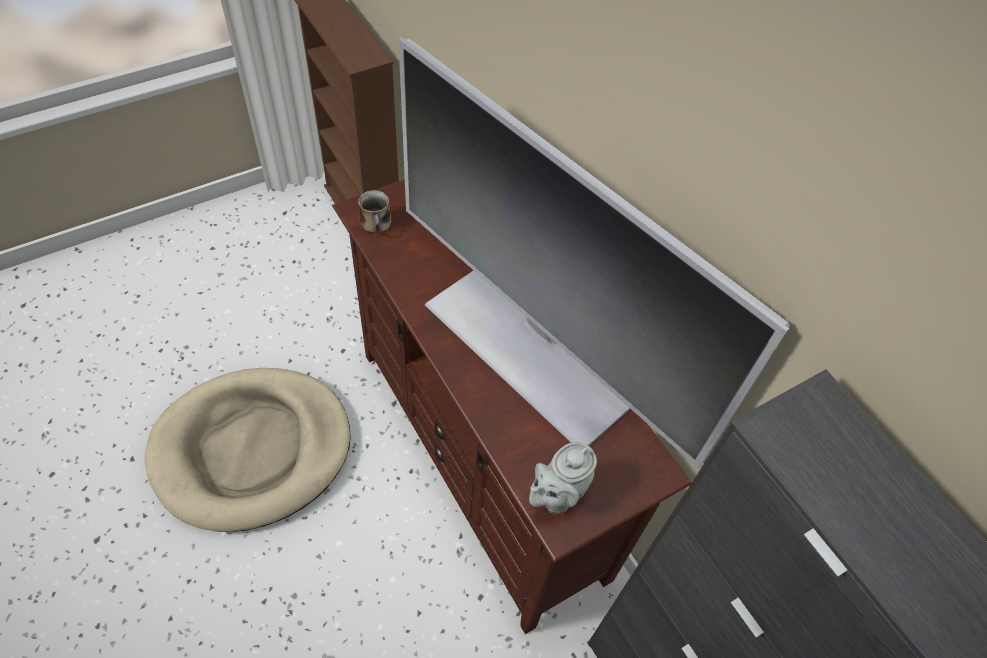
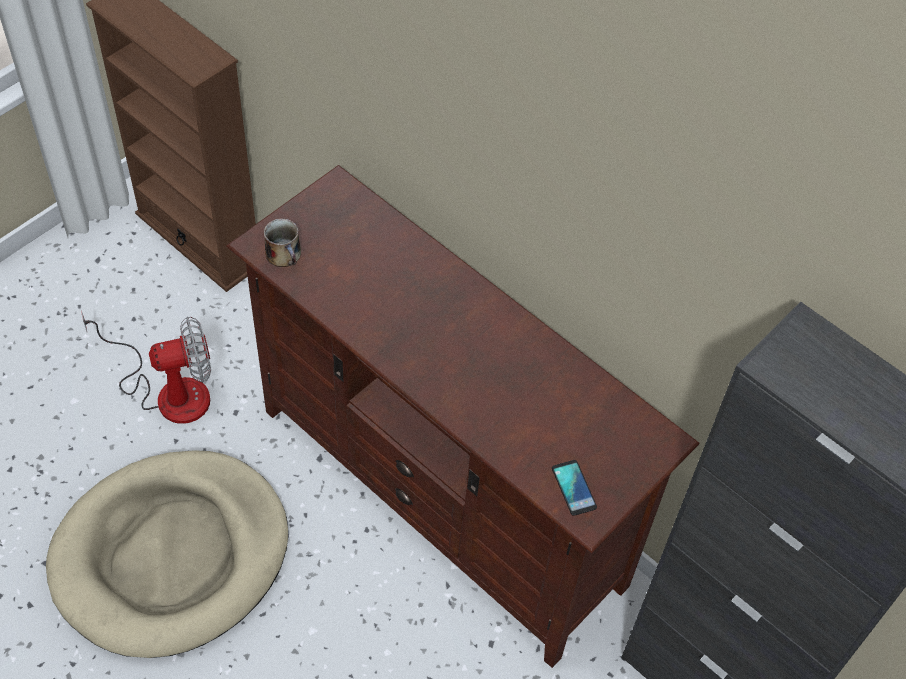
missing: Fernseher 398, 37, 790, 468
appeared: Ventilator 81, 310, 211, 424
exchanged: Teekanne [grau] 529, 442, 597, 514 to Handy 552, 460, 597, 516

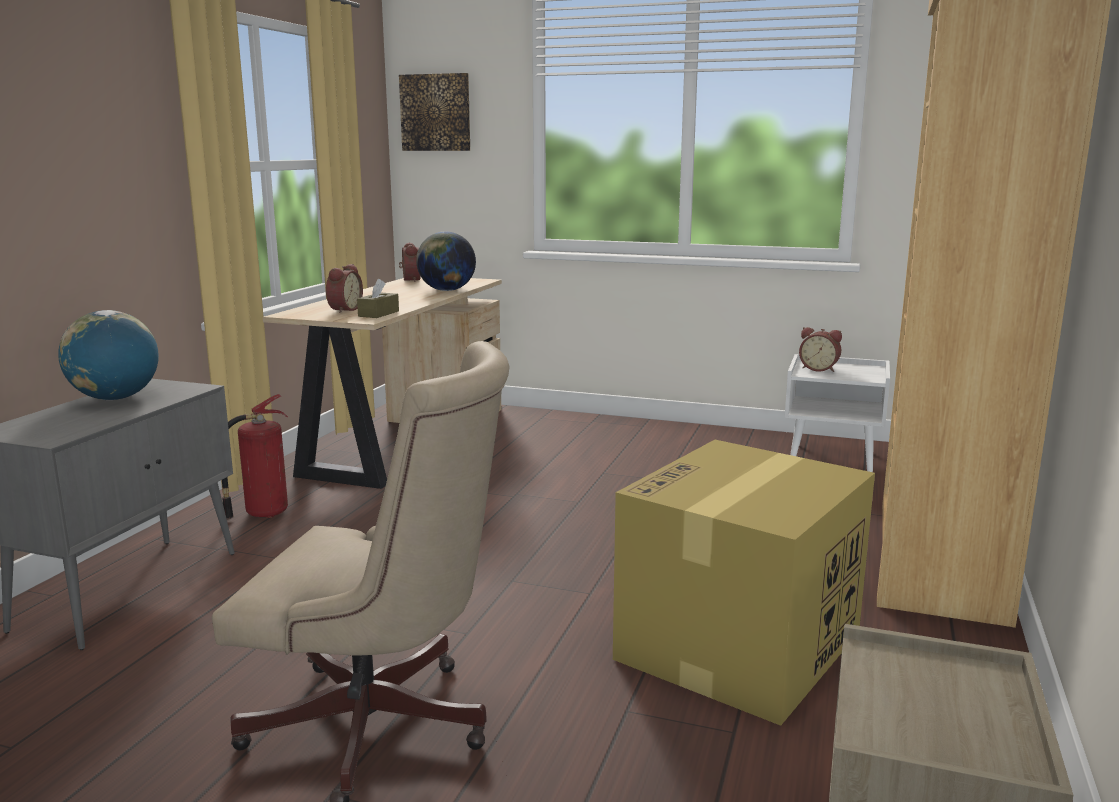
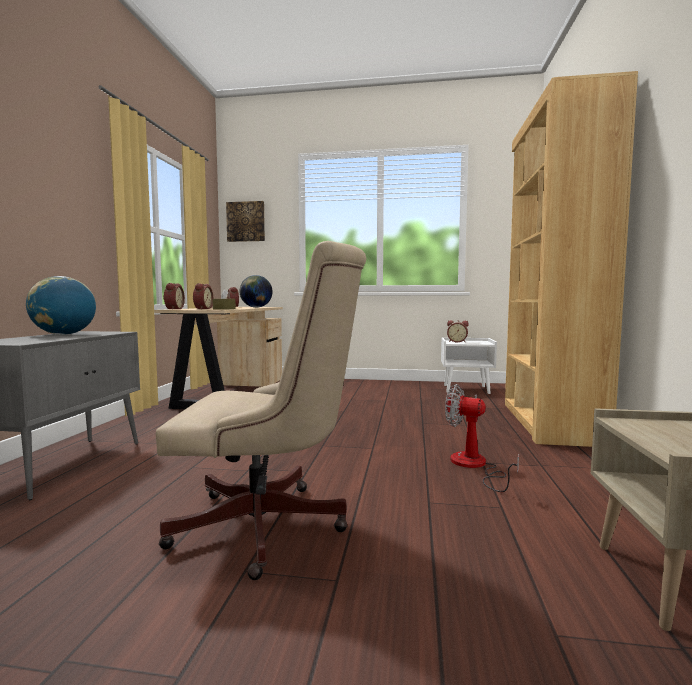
missing: Feuerlöscher 222, 394, 288, 519
appeared: Wecker 163, 283, 185, 310
exchanged: Karton 613, 440, 875, 726 to Ventilator 445, 384, 519, 492

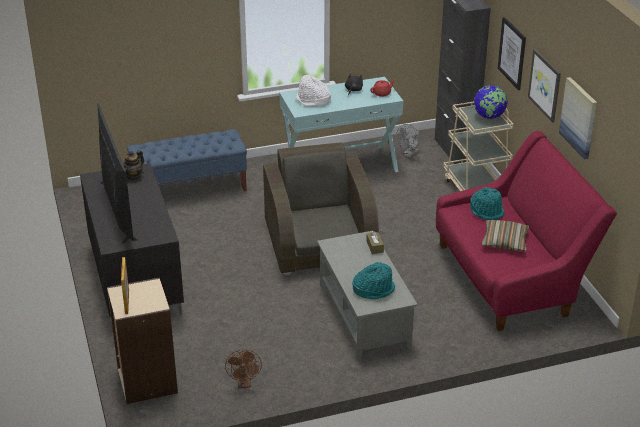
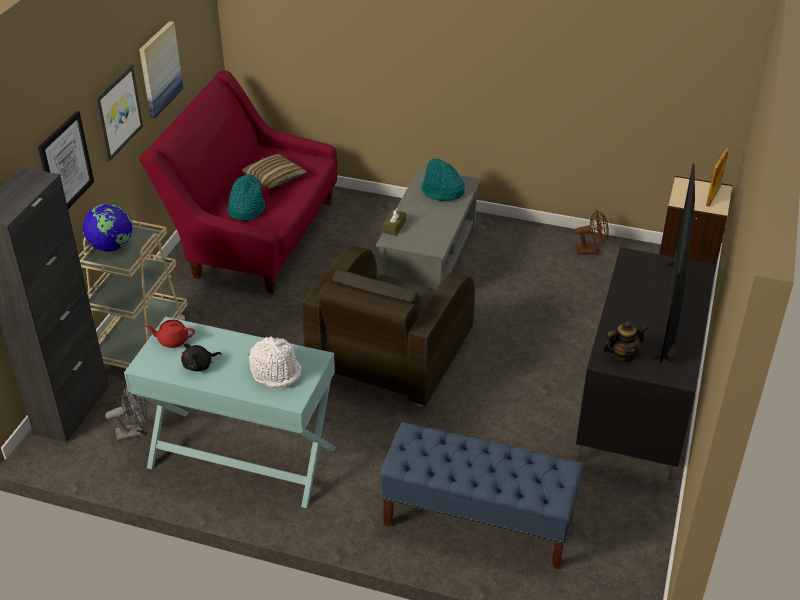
spun: Ventilator [braun] 225, 349, 262, 388 = 575, 210, 609, 255 60 degrees clockwise

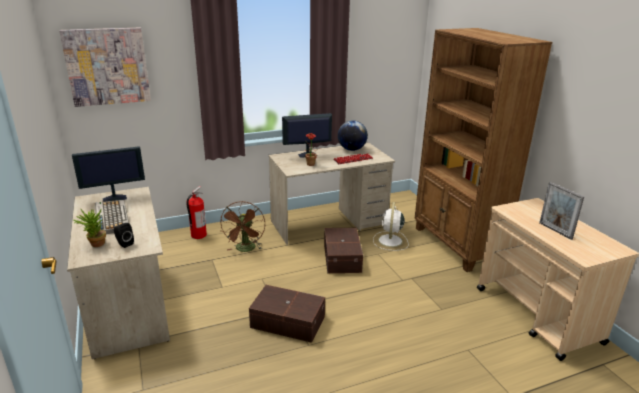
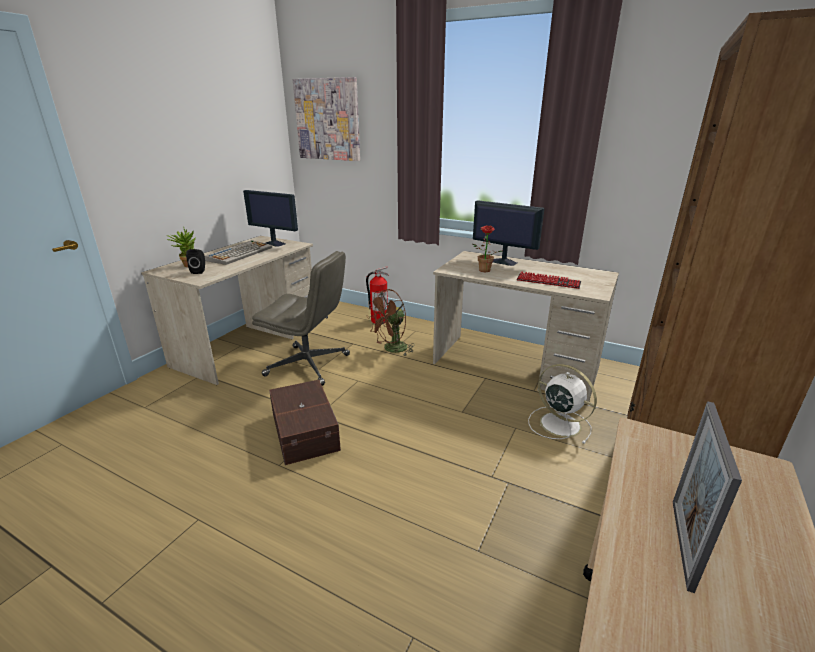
missing: Aufbewahrungsbox [braun] 324, 228, 363, 273; Globus 338, 120, 368, 151
appeared: Bürostuhl [grau] 252, 251, 350, 386
spun: Ventilator [weiß] 373, 202, 409, 251 = 528, 364, 597, 444 75 degrees clockwise

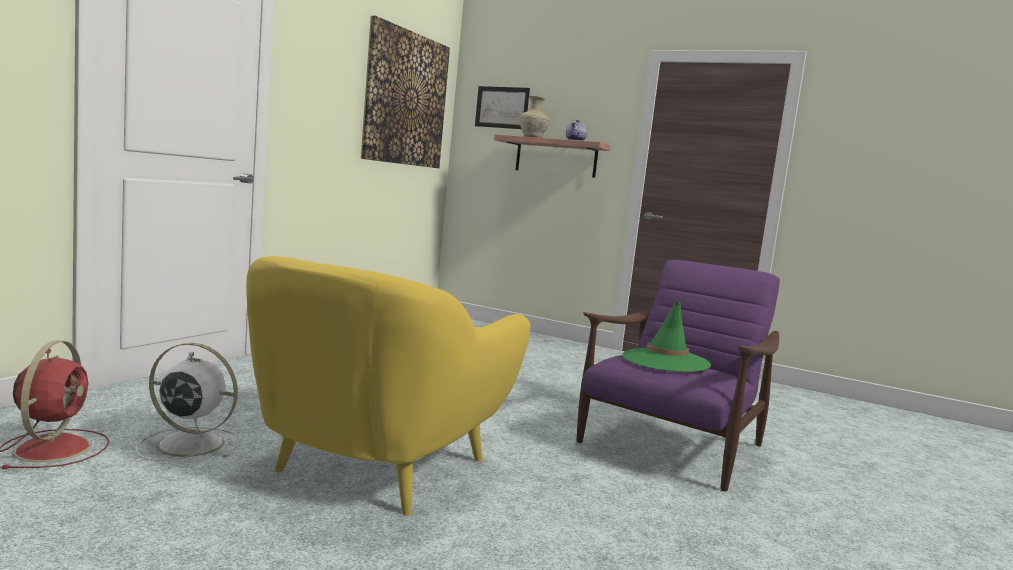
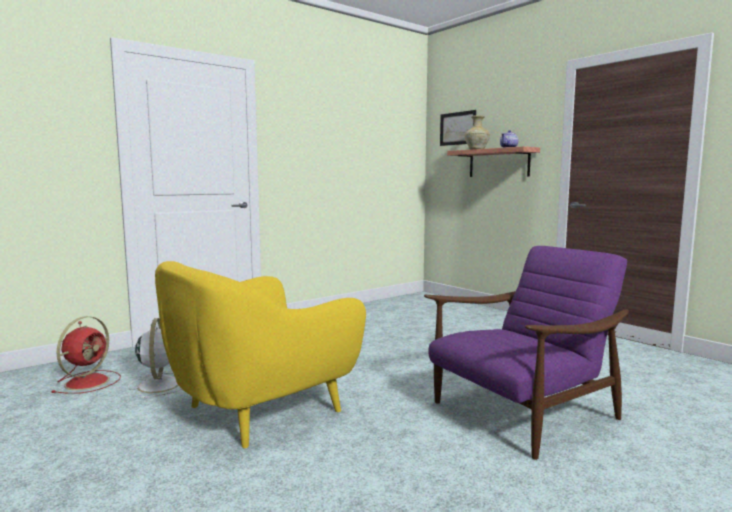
missing: Bild 361, 16, 450, 168; Hut [grün] 623, 300, 711, 372
spun: Ventilator [weiß] 136, 343, 240, 461 = 128, 318, 182, 399 45 degrees clockwise

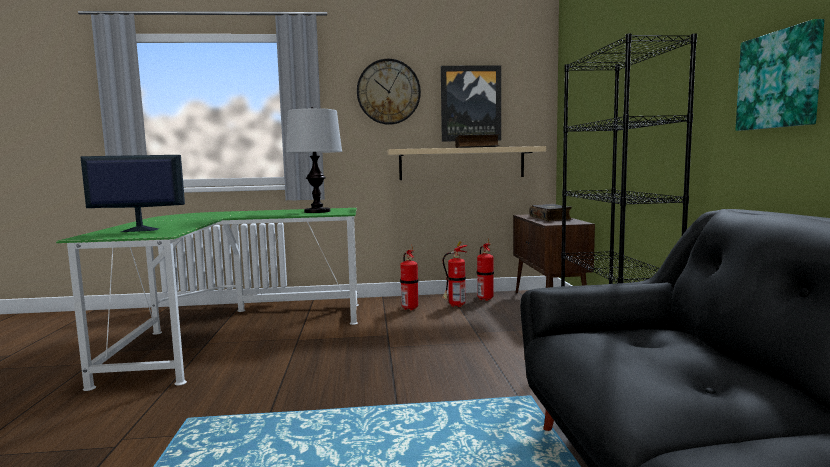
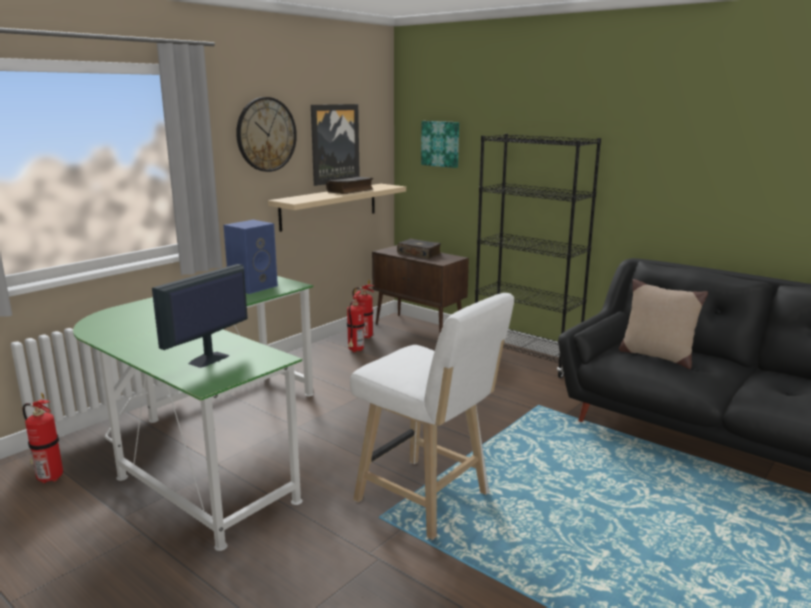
appeared: Hocker [weiß] 350, 293, 514, 540; Kissen [beige] 619, 279, 708, 369
relocated: Feuerlöscher 400, 244, 419, 310 to 22, 393, 63, 483; Bild 736, 19, 824, 131 to 421, 121, 459, 168
exchanged: Tischlampe 286, 107, 342, 213 to Lautsprecher [blau] 223, 220, 278, 294

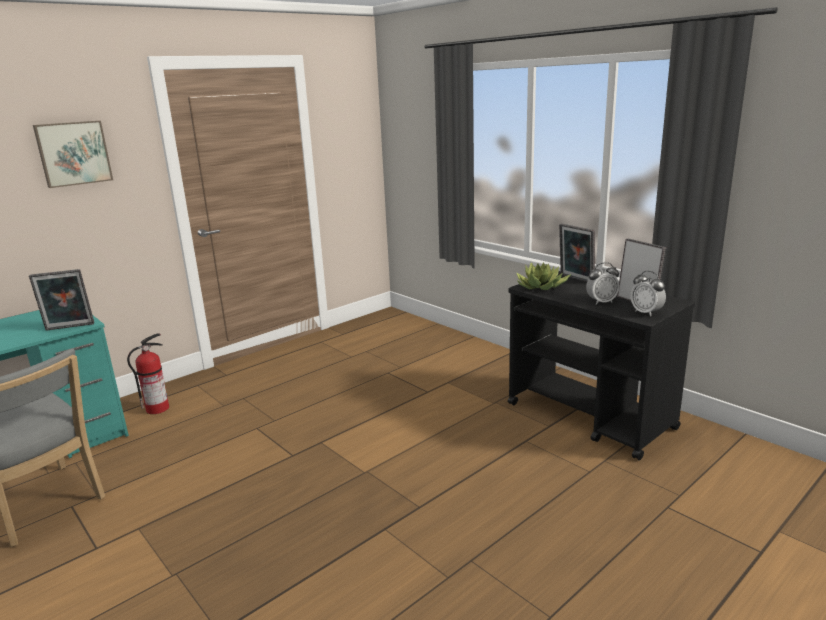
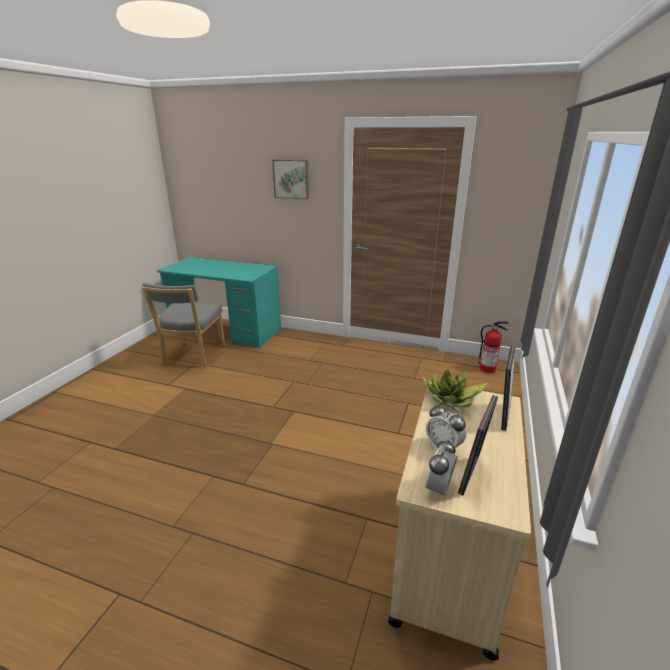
missing: Bilderrahmen 29, 269, 94, 331
relocated: Feuerlöscher 127, 333, 169, 414 to 478, 321, 509, 373
colour: Rollwagen [schwarz] 508, 271, 695, 460 to Rollwagen [beige] 388, 388, 531, 660

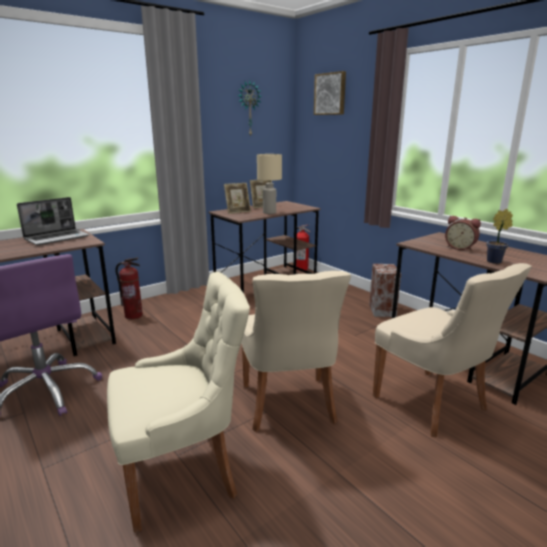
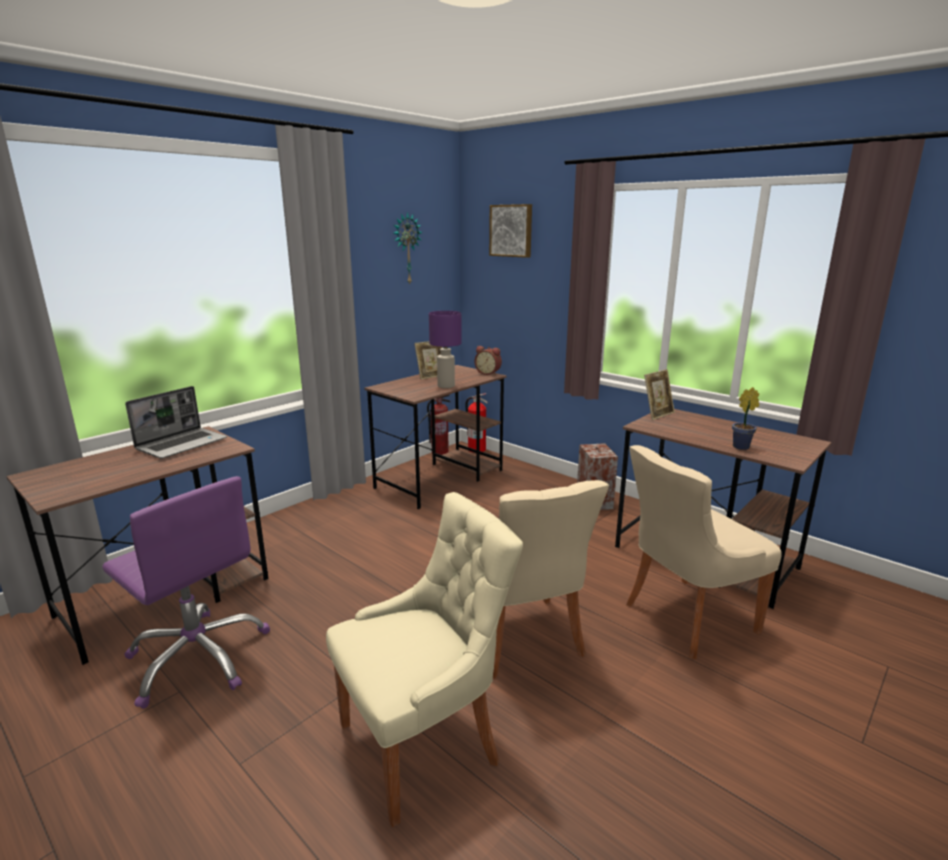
relocated: Feuerlöscher 116, 257, 143, 320 to 427, 394, 451, 455; Bilderrahmen 224, 183, 251, 214 to 644, 369, 675, 420; Wecker 445, 216, 481, 251 to 475, 346, 502, 375
colour: Tischlampe [beige] 257, 154, 282, 214 to Tischlampe [lila] 429, 311, 462, 388
spun: Stuhl [beige] 373, 263, 532, 437 = 626, 445, 782, 659 105 degrees clockwise

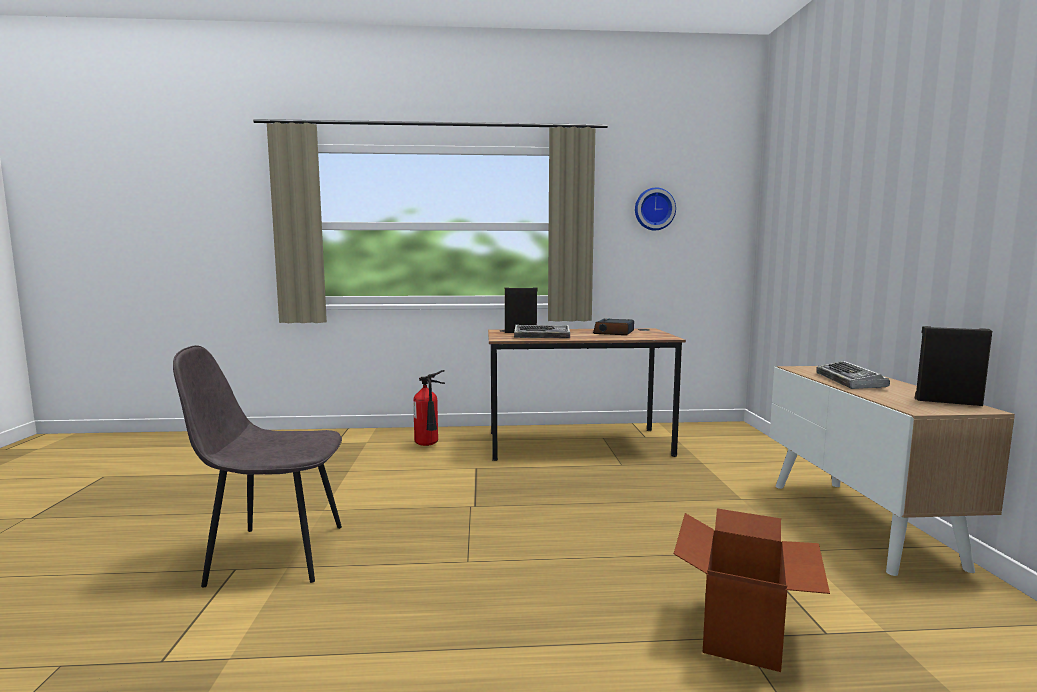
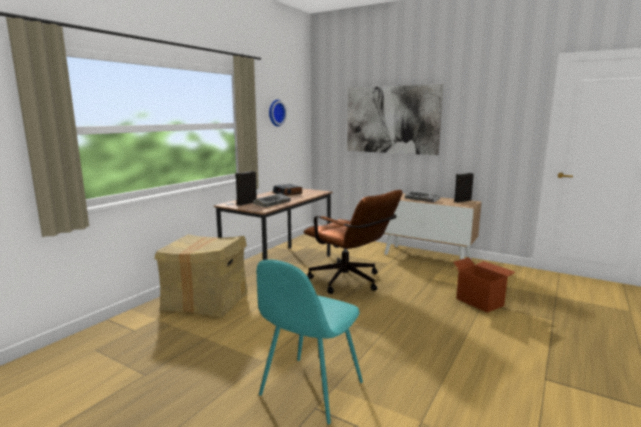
appeared: Bürostuhl [braun] 304, 190, 403, 294; Bild 347, 84, 443, 155
exchanged: Feuerlöscher 413, 370, 445, 446 to Karton 155, 234, 248, 318
colour: Stuhl [grau] 173, 345, 342, 587 to Stuhl [türkis] 257, 259, 363, 425

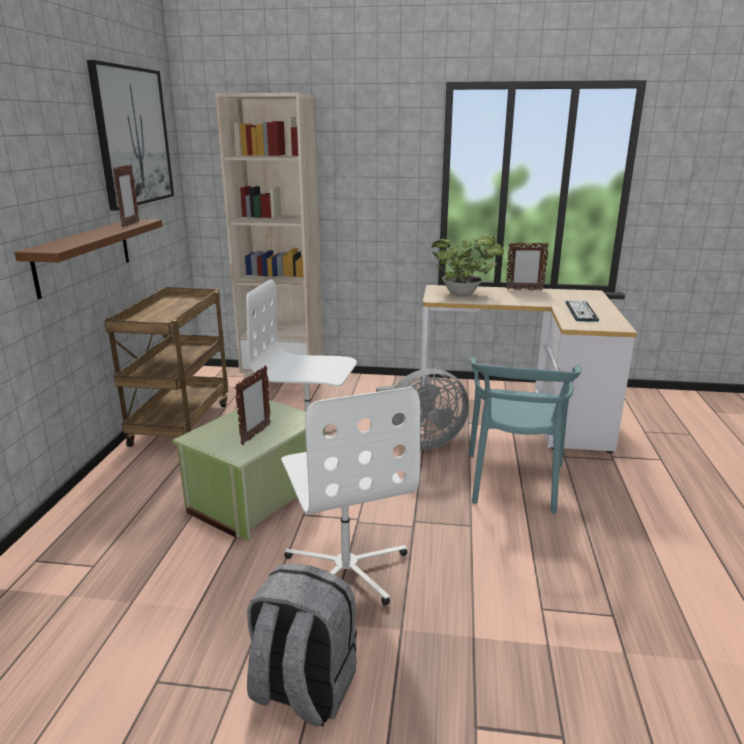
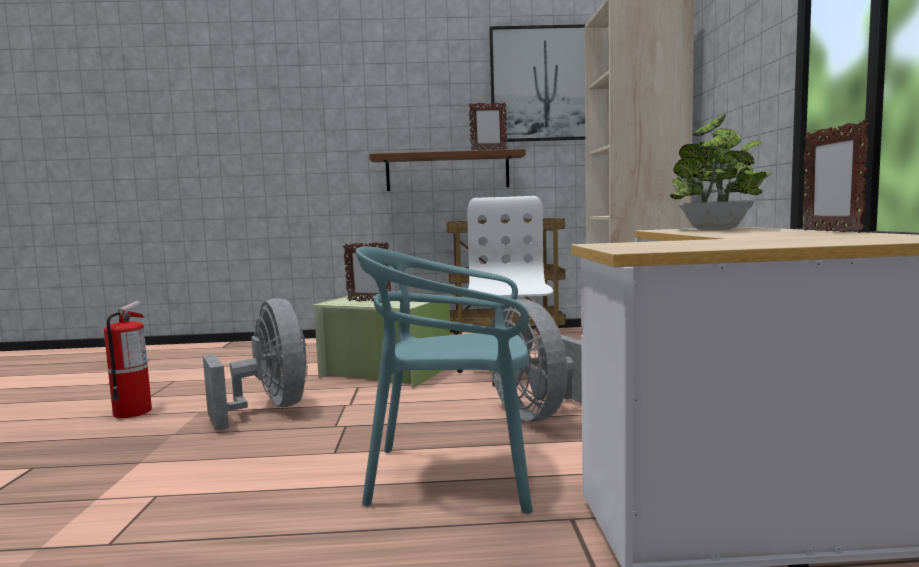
missing: Tastatur 565, 300, 599, 322
exchanged: Rucksack [grau] 247, 563, 357, 727 to Feuerlöscher 104, 301, 152, 418; Bürostuhl [weiß] 281, 387, 420, 606 to Ventilator [grau] 203, 298, 308, 431

